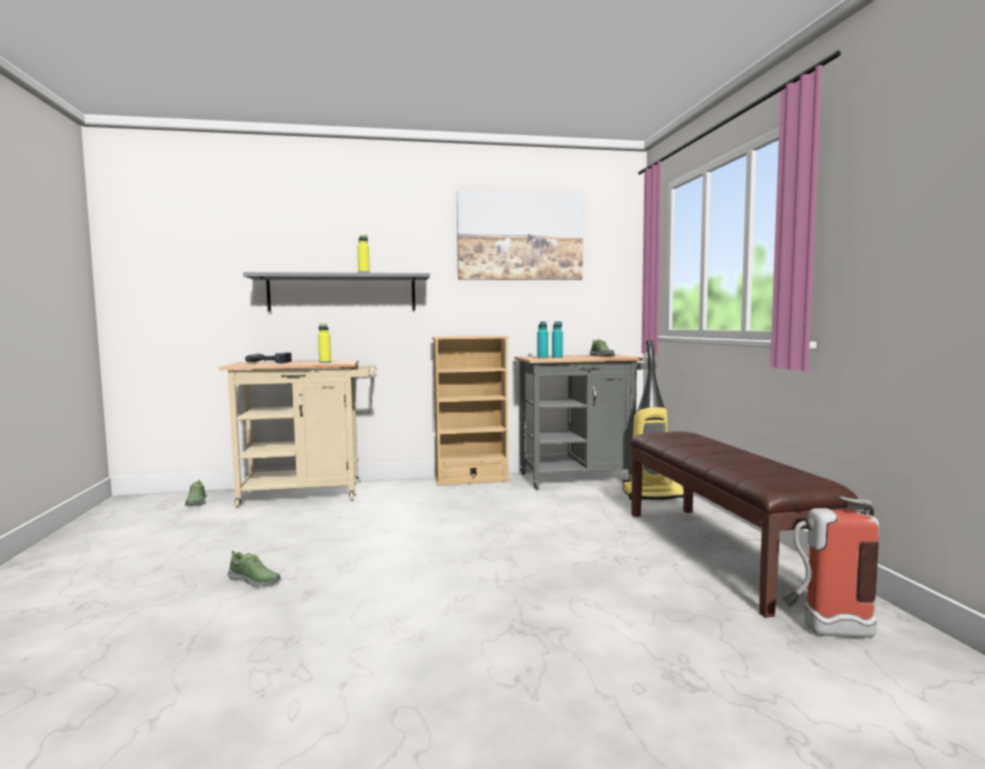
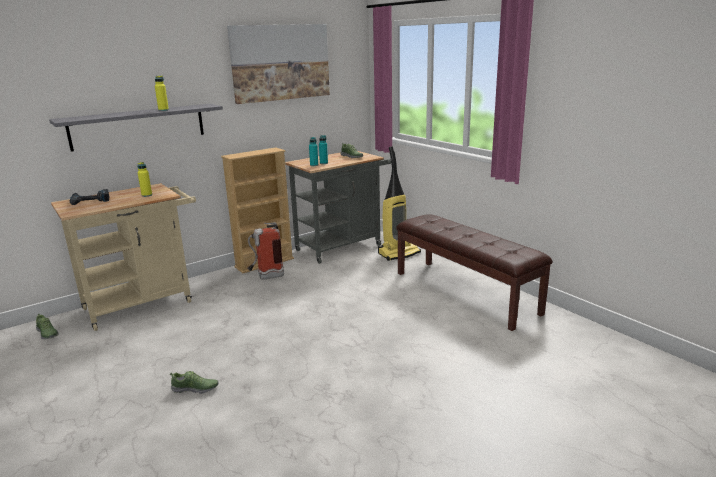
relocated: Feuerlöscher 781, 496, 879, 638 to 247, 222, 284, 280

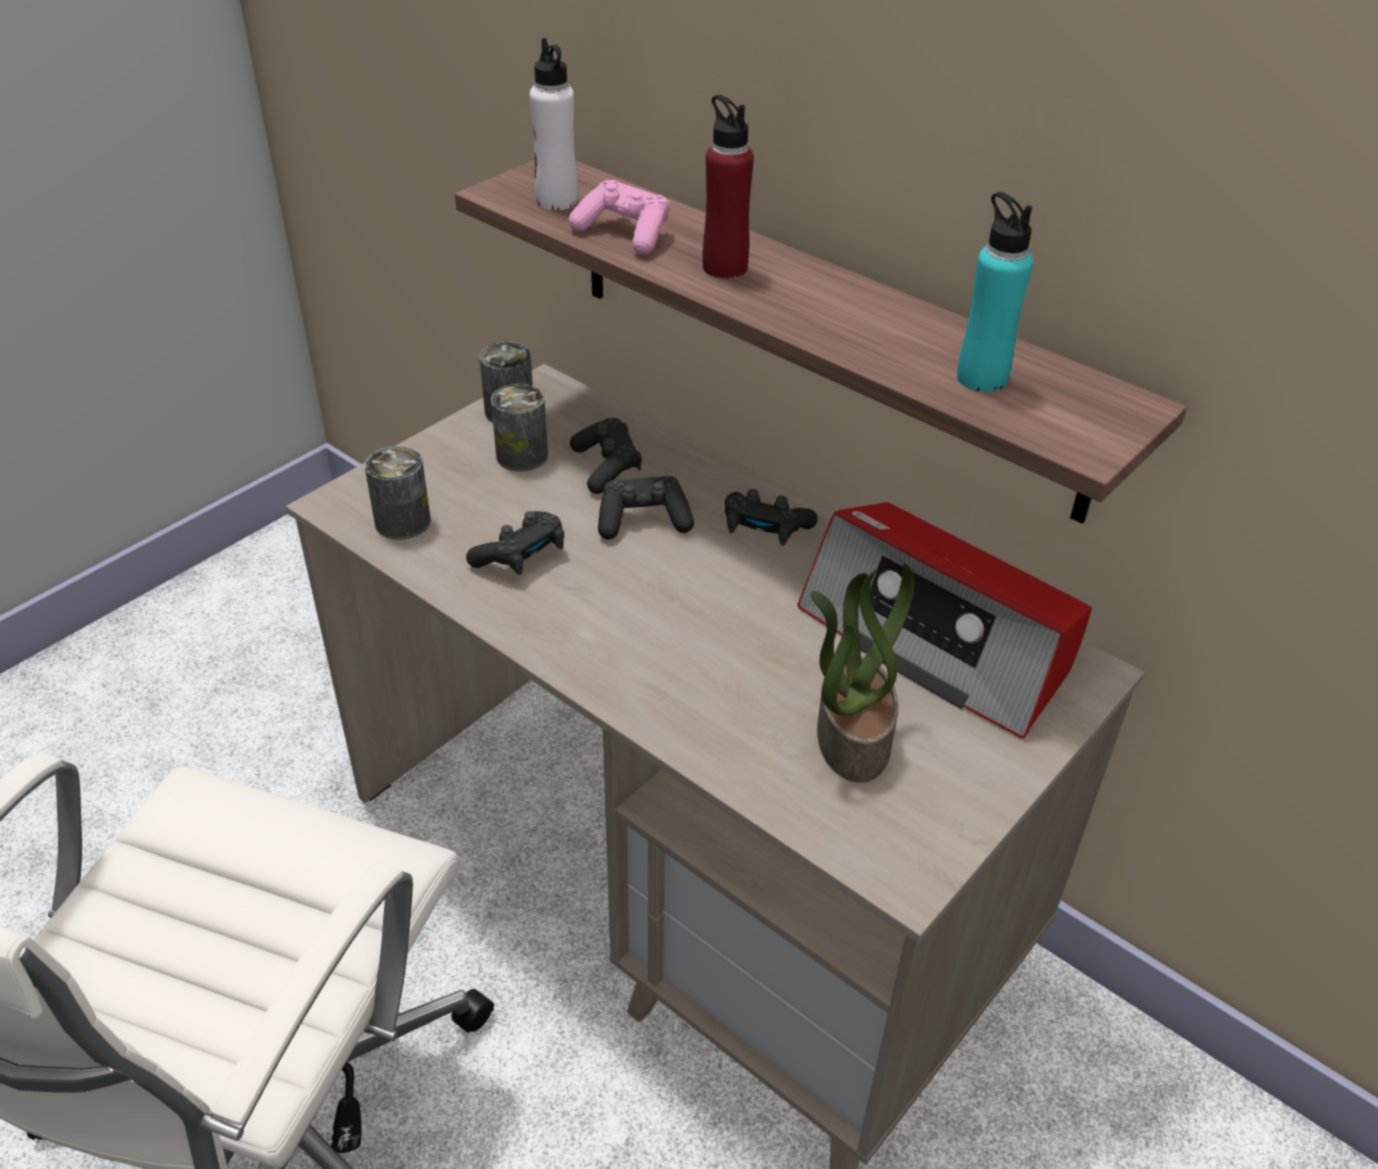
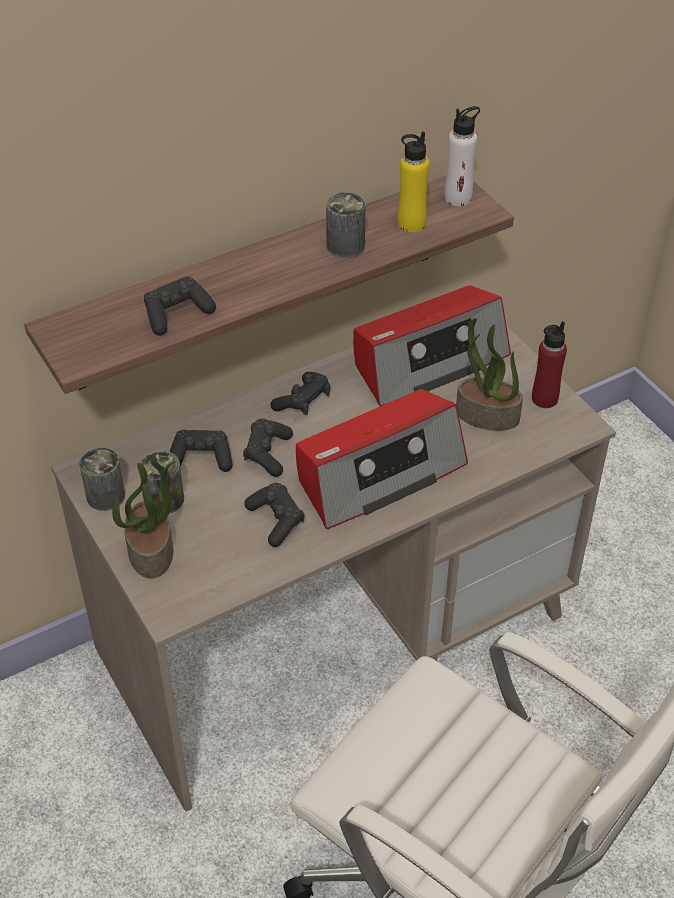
appeared: Topfpflanze 112, 455, 176, 578; Radio 296, 389, 468, 529
relocated: Dose 365, 446, 431, 540 to 326, 192, 366, 258; Flasche [weiß] 530, 38, 578, 210 to 444, 106, 480, 206; Flasche [rot] 703, 95, 754, 279 to 532, 321, 567, 408
colour: Gamepad [rosa] 569, 180, 670, 255 to Gamepad [schwarz] 144, 277, 216, 336; Flasche [türkis] 957, 192, 1033, 392 to Flasche [gelb] 398, 131, 429, 232

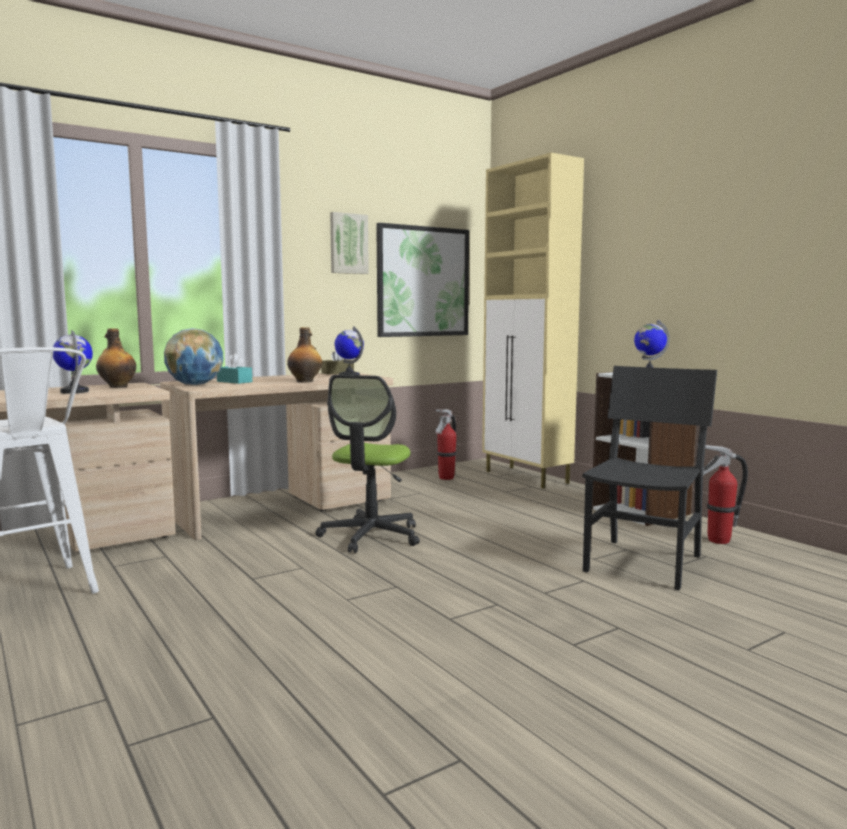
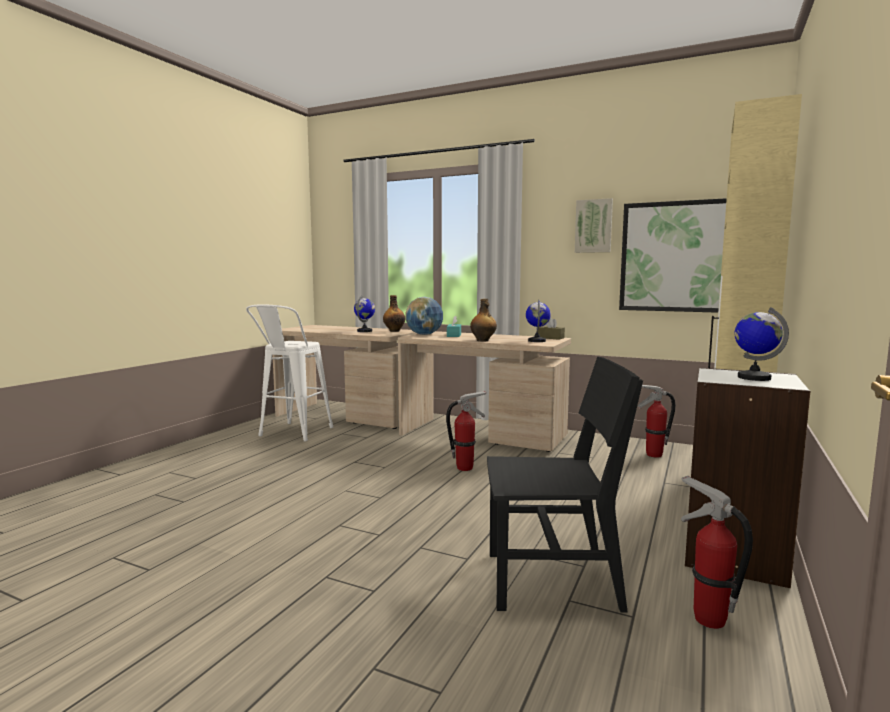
exchanged: Bürostuhl 315, 375, 420, 553 to Feuerlöscher 446, 391, 487, 471

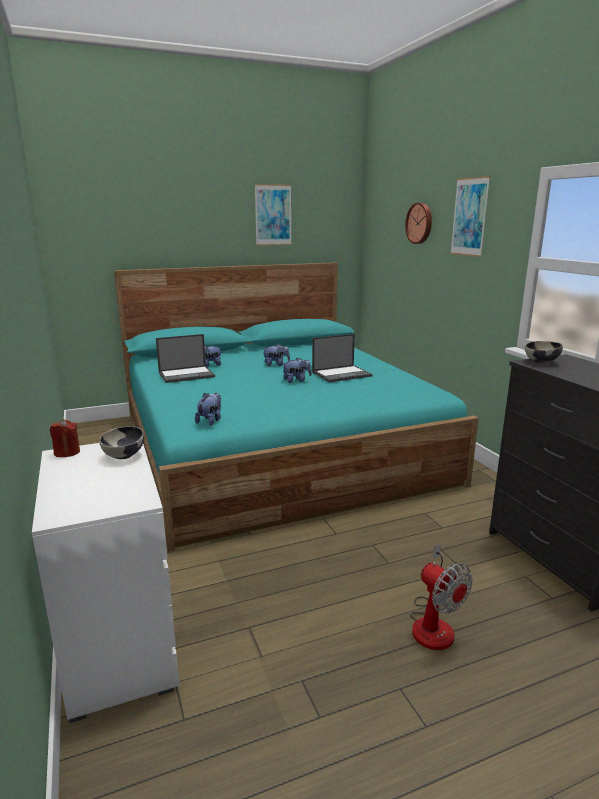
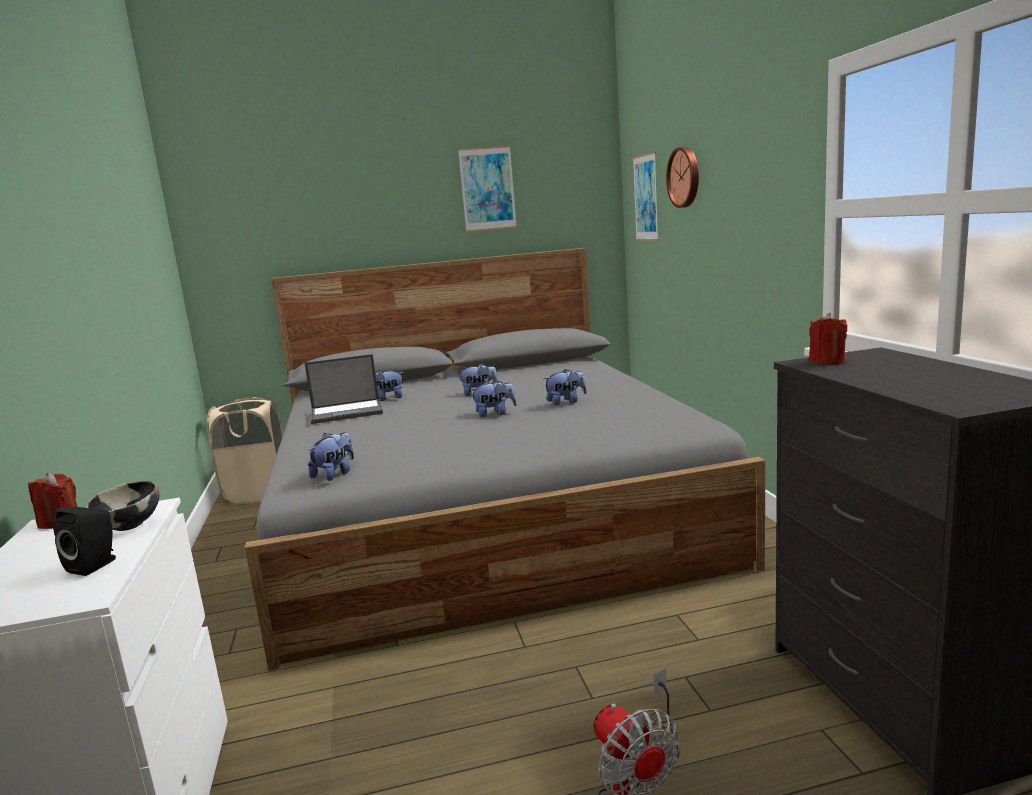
appeared: Lautsprecher [schwarz] 53, 507, 116, 576; Wäschekorb [beige] 207, 397, 283, 504
relocated: Bild 450, 176, 490, 257 to 632, 152, 659, 241
exchanged: Laptop 312, 334, 372, 383 to Plüschtier 544, 369, 587, 405; Schüssel 525, 341, 563, 364 to Kerze [rot] 809, 312, 848, 364
colour: Bett [türkis] 114, 262, 479, 552 to Bett [grau] 244, 248, 765, 670

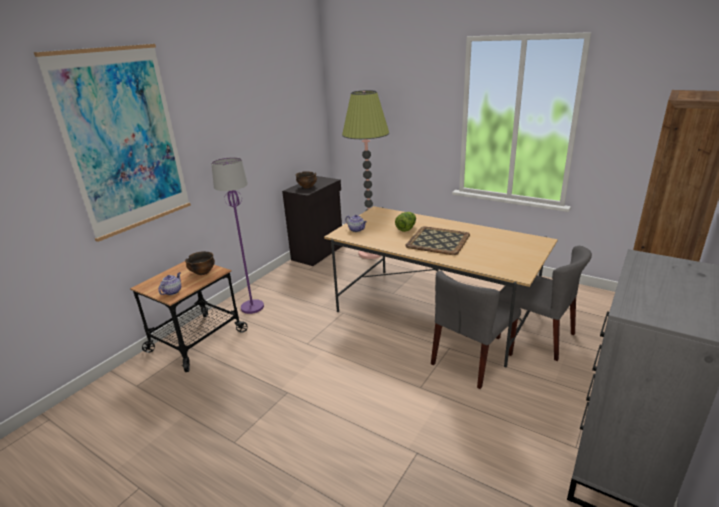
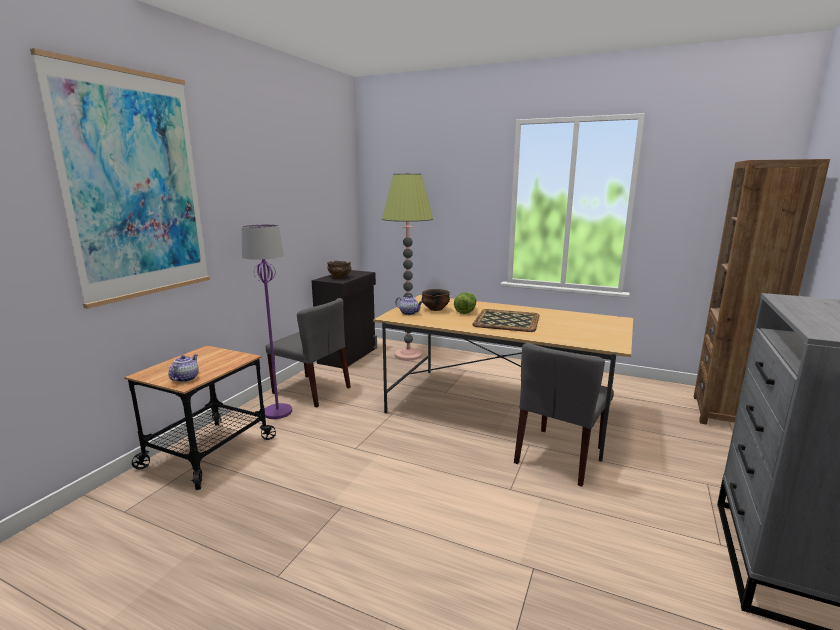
relocated: Schüssel 185, 251, 215, 275 to 421, 289, 450, 311; Stuhl [grau] 496, 246, 592, 361 to 266, 298, 351, 407

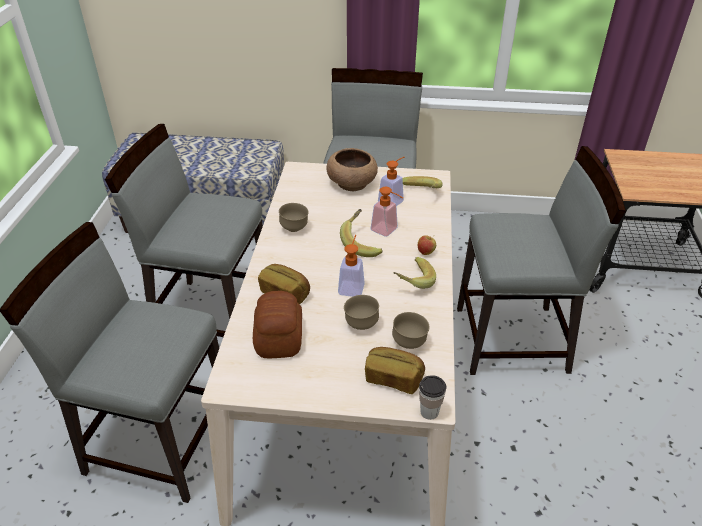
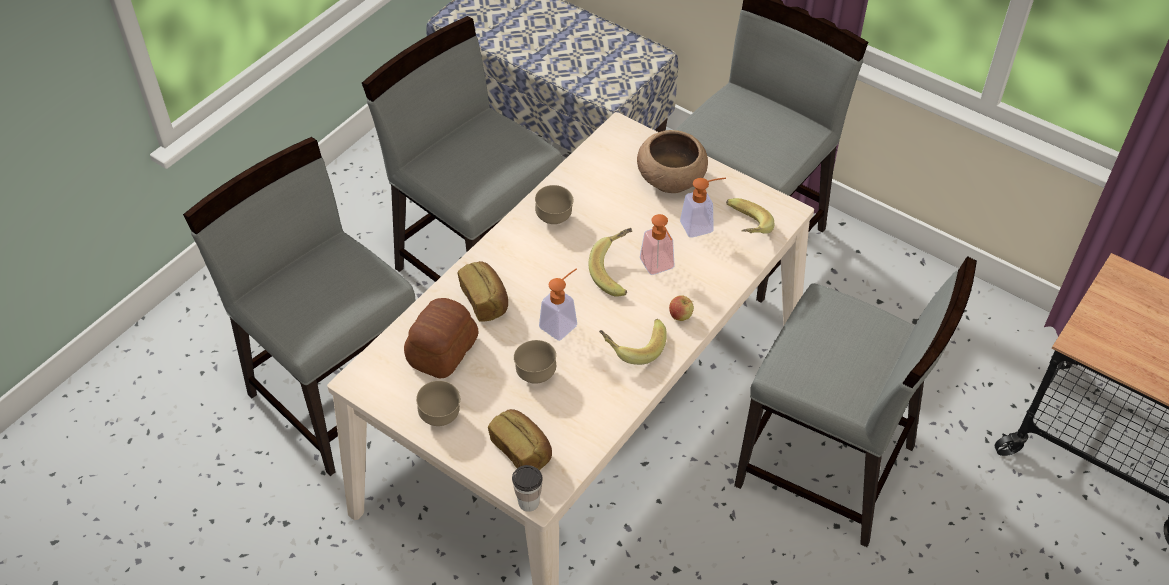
relocated: Schüssel [braun] 392, 312, 430, 349 to 416, 381, 460, 426

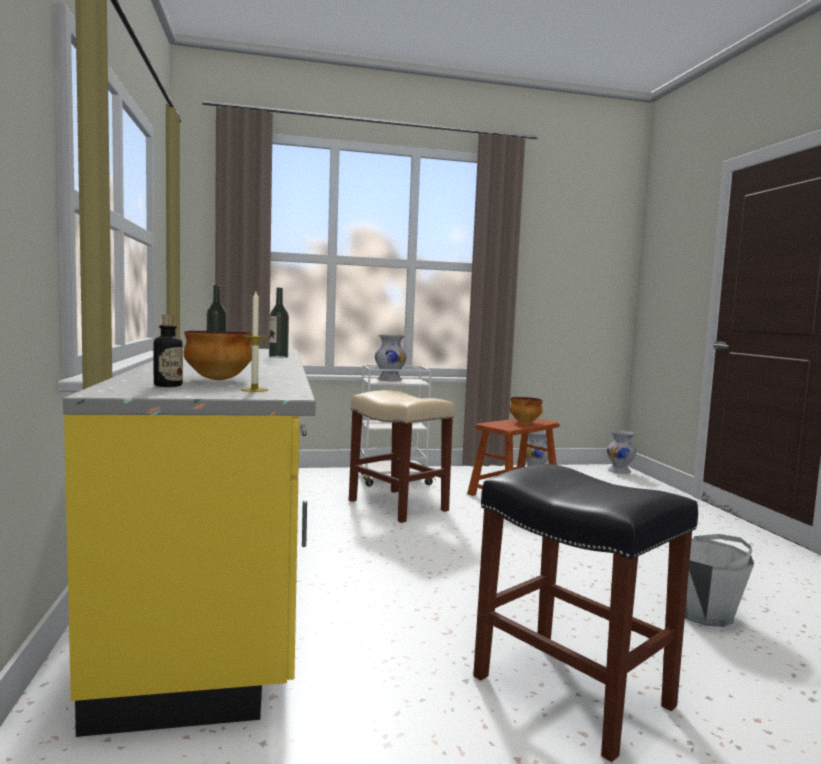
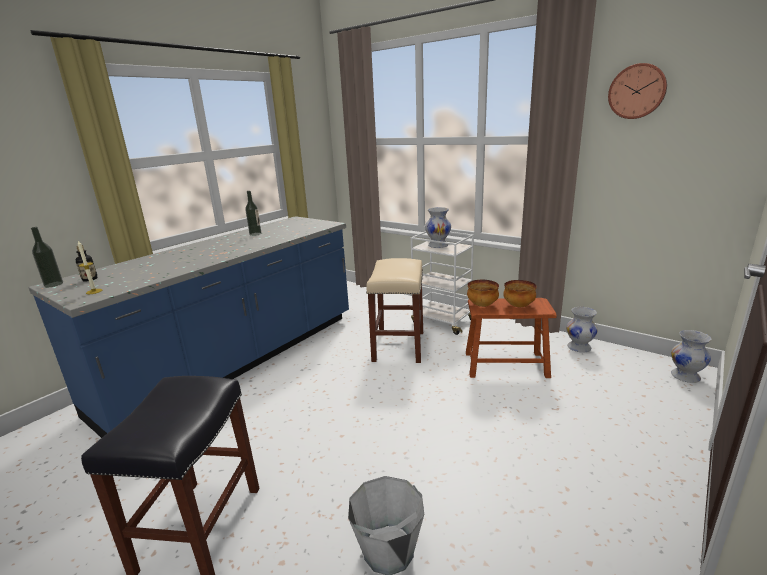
appeared: Wanduhr 608, 63, 667, 119
relocated: Schüssel 184, 331, 252, 380 to 467, 280, 499, 307; Flasche 269, 288, 289, 358 to 31, 227, 63, 287
colour: Küchenzeile [gelb] 63, 348, 316, 737 to Küchenzeile [blau] 28, 216, 349, 438

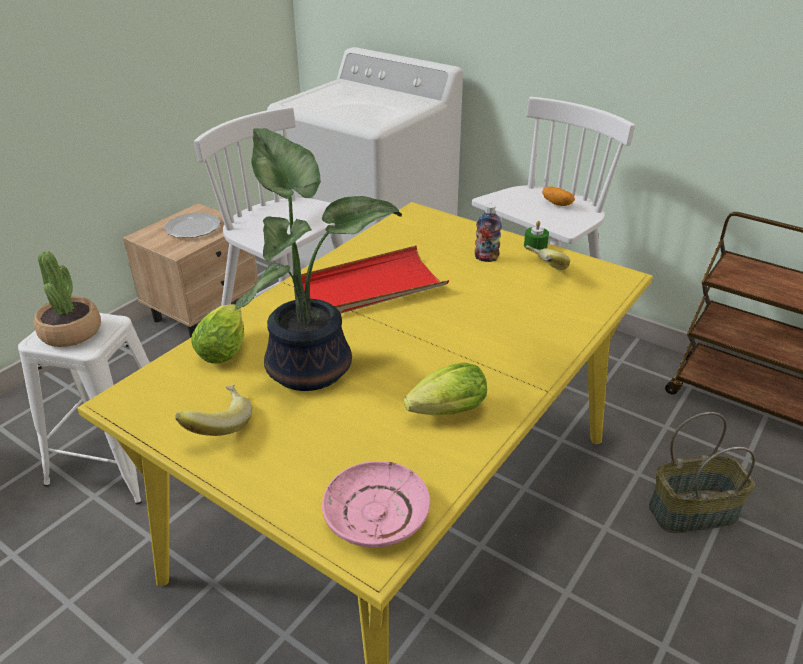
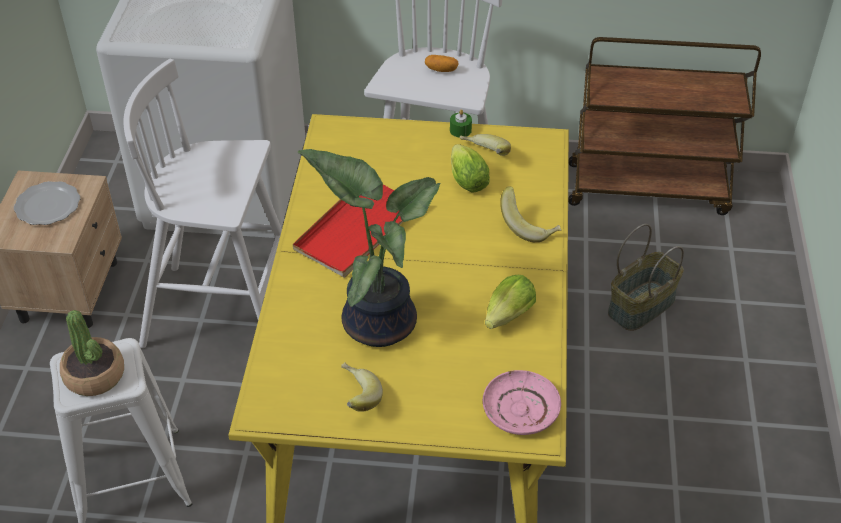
missing: Flasche 474, 204, 502, 262
appeared: Banane 500, 186, 561, 243
relocated: Salatkopf 191, 304, 244, 364 to 451, 144, 490, 193

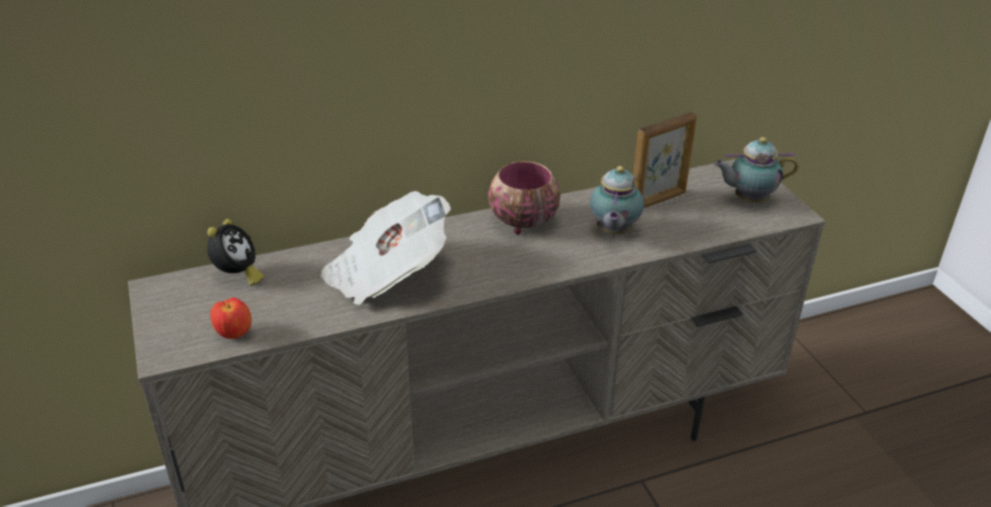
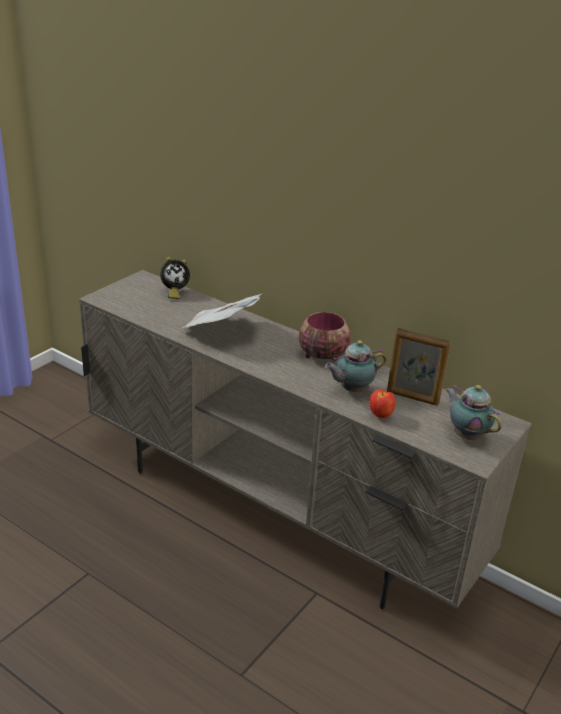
relocated: Apfel 210, 297, 252, 339 to 369, 389, 395, 418

